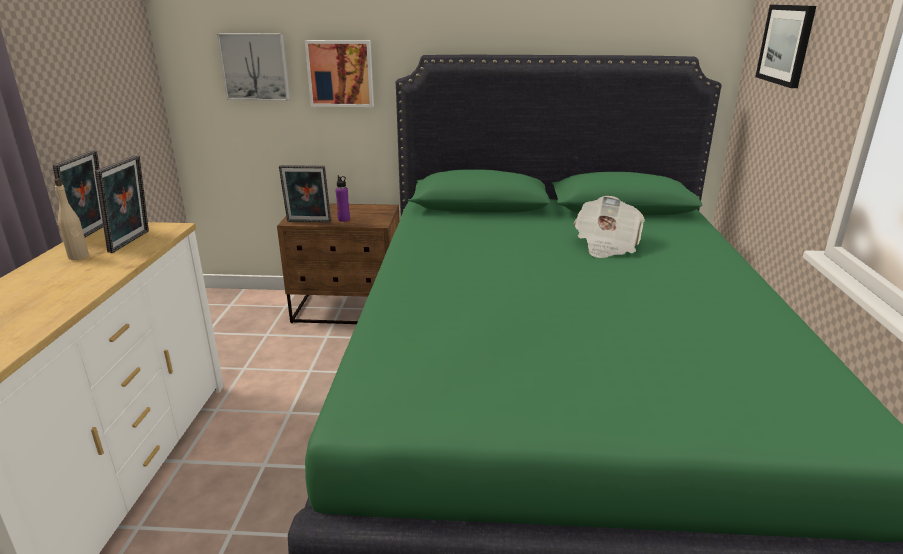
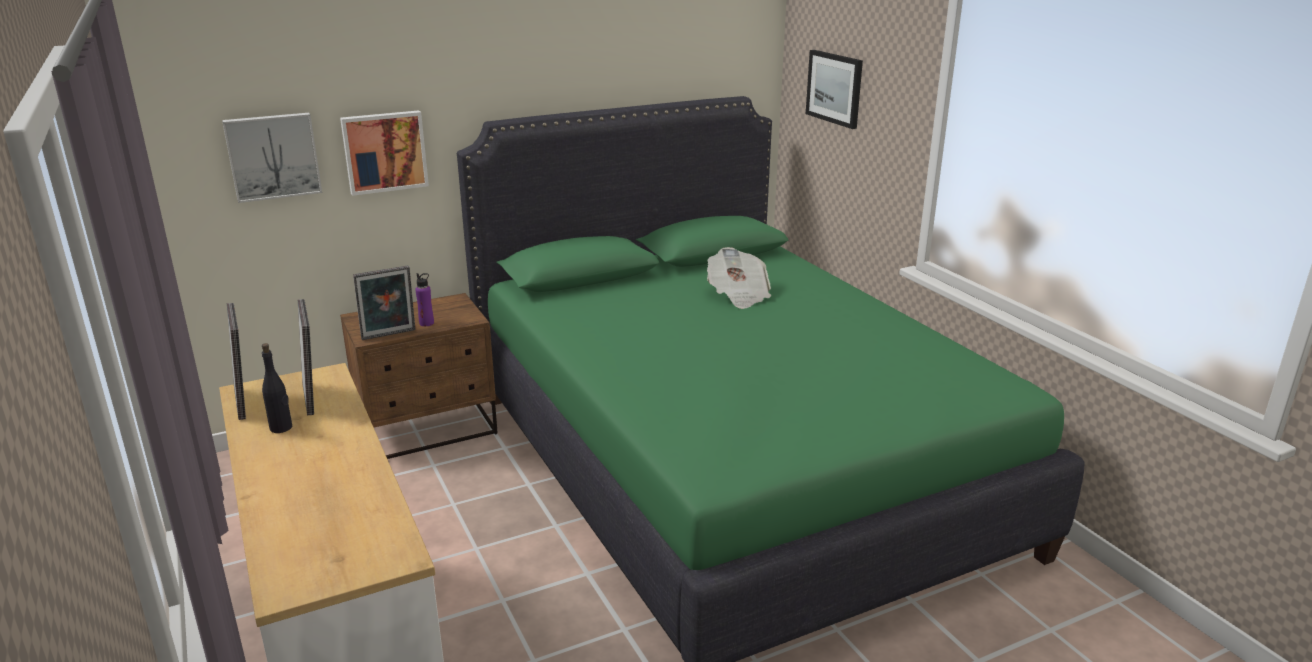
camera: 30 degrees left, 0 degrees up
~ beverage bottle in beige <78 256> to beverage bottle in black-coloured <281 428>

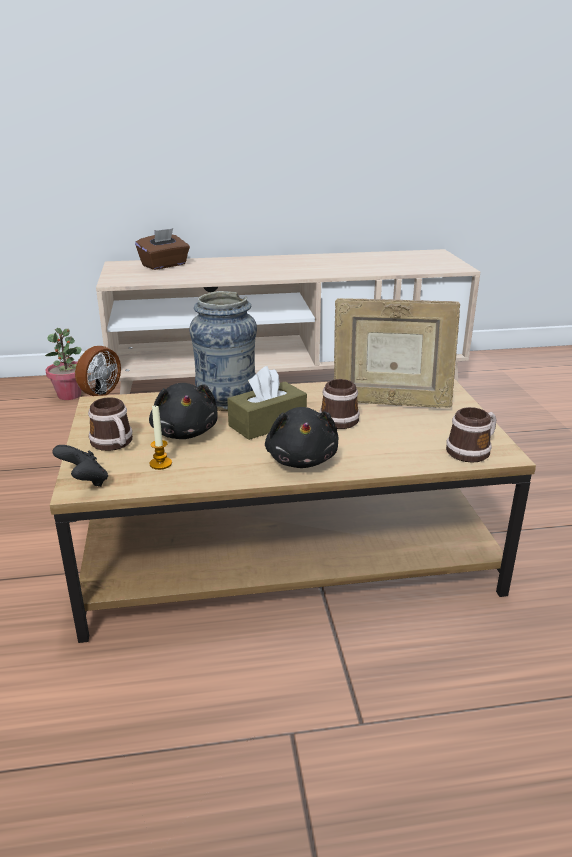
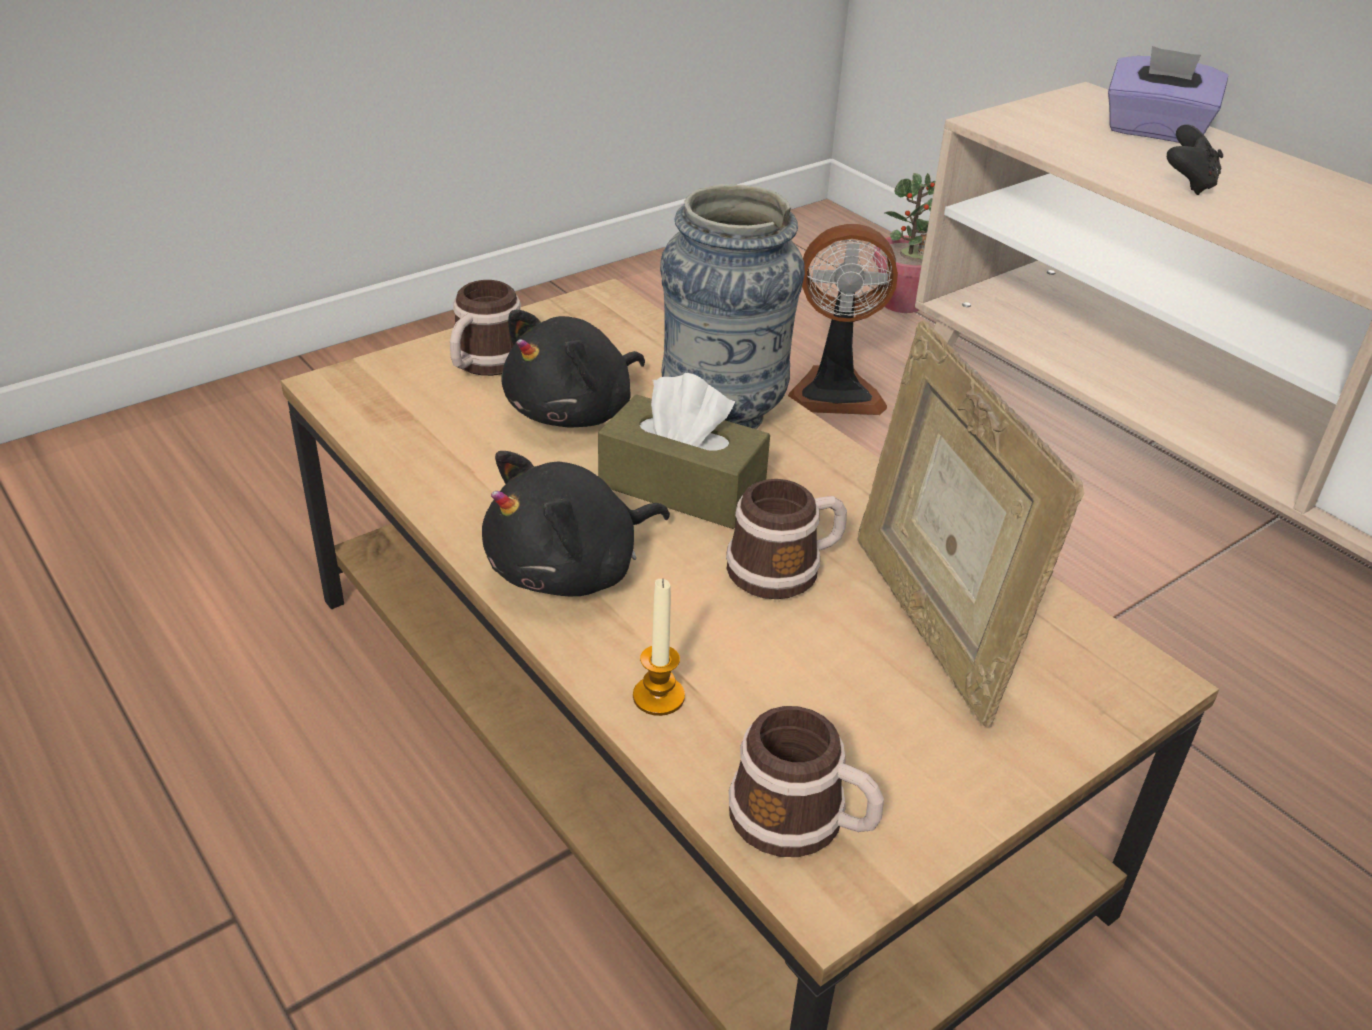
camera: 60 degrees right, 10 degrees up
~ game controller in black-coloured <85 482> to <1188 184>
~ tissue box in brownish <164 265> to tissue box in purple <1155 131>
~ wax candle <160 464> to <658 697>

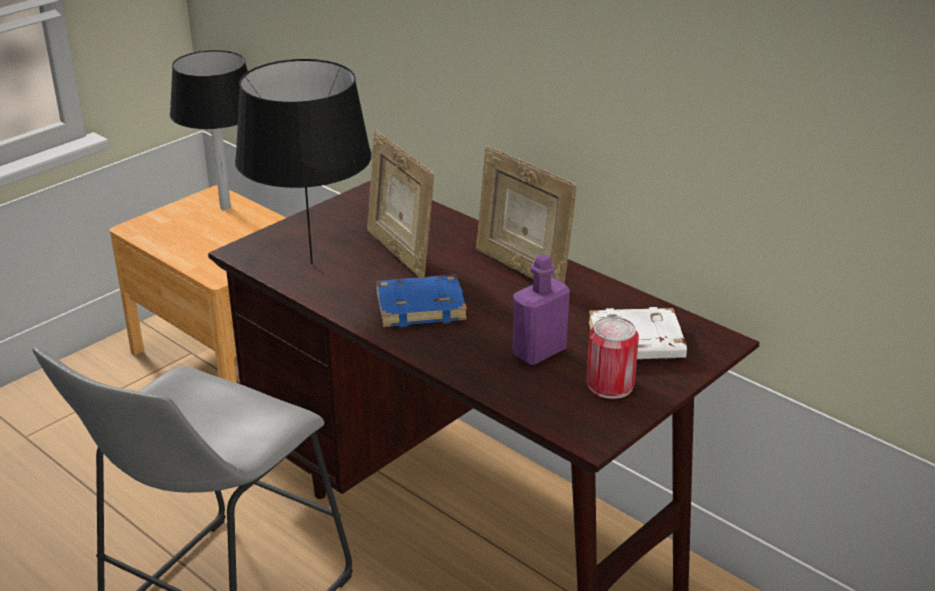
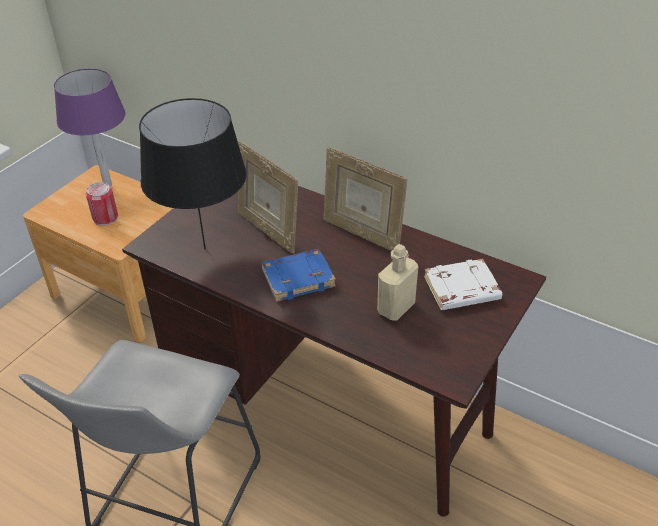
camera: 10 degrees left, 10 degrees up
~ table lamp in black-coloured <226 207> to table lamp in purple <108 184>
~ beverage bottle in purple <539 352> to beverage bottle in beige <396 308>
~ metal can <610 385> to <105 218>

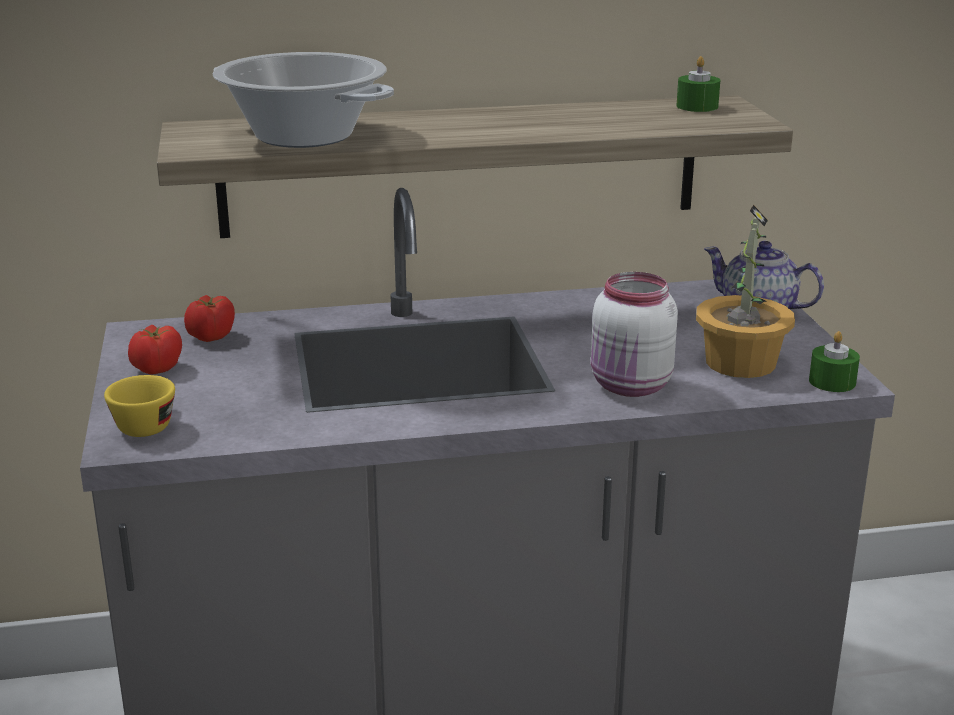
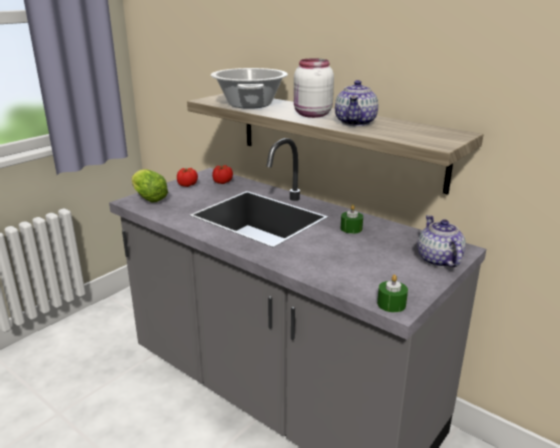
camera: 50 degrees right, 0 degrees up
~ cup in yellow-coloured <146 423> to head of lettuce <148 198>
~ storage jar in whitish <631 386> to <311 115>
~ wax candle in greenish <697 106> to <351 228>
- potted plant <739 362>
+ teapot <356 122>

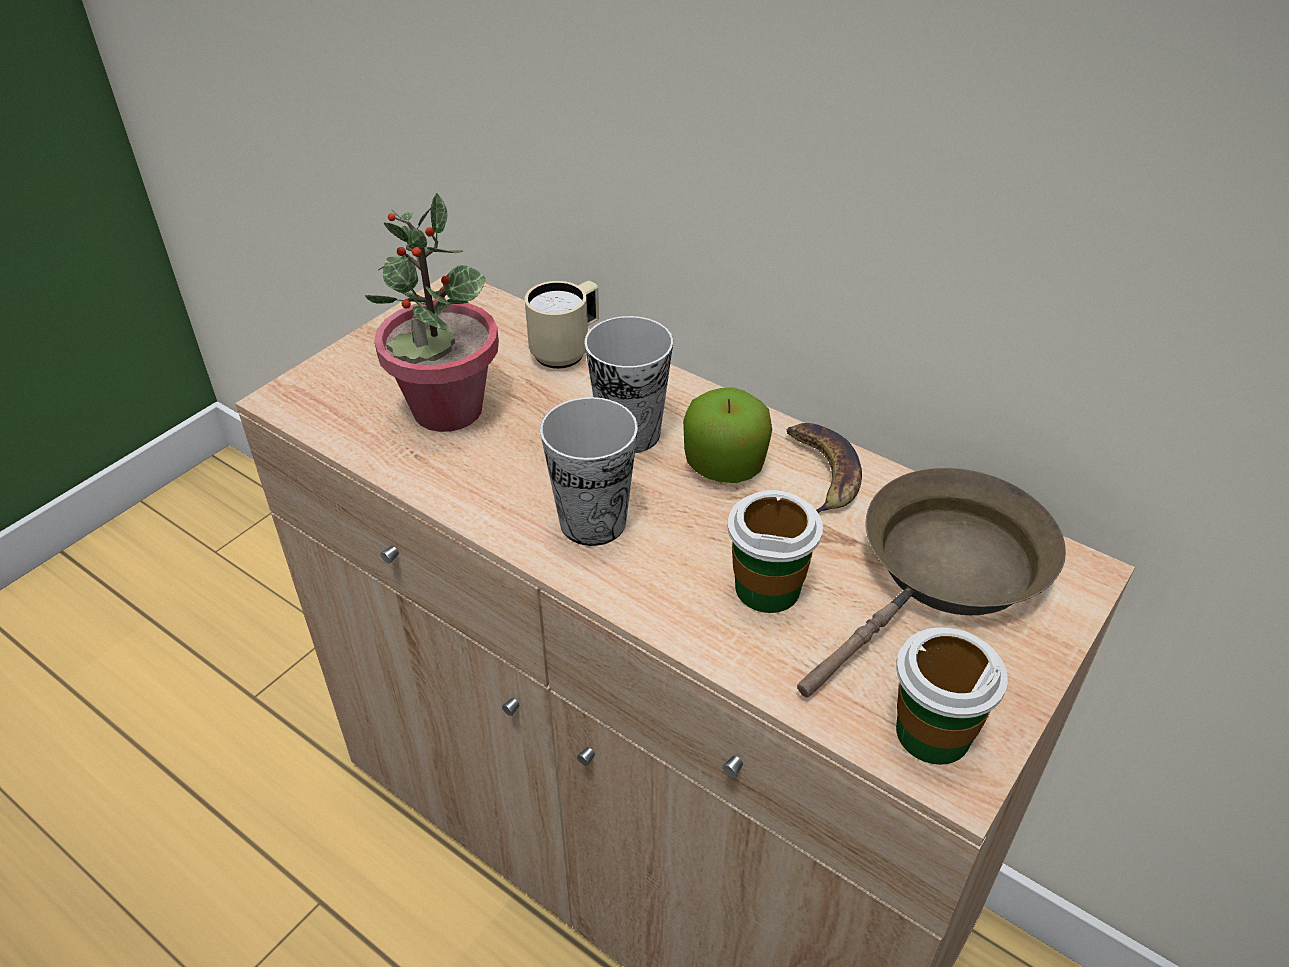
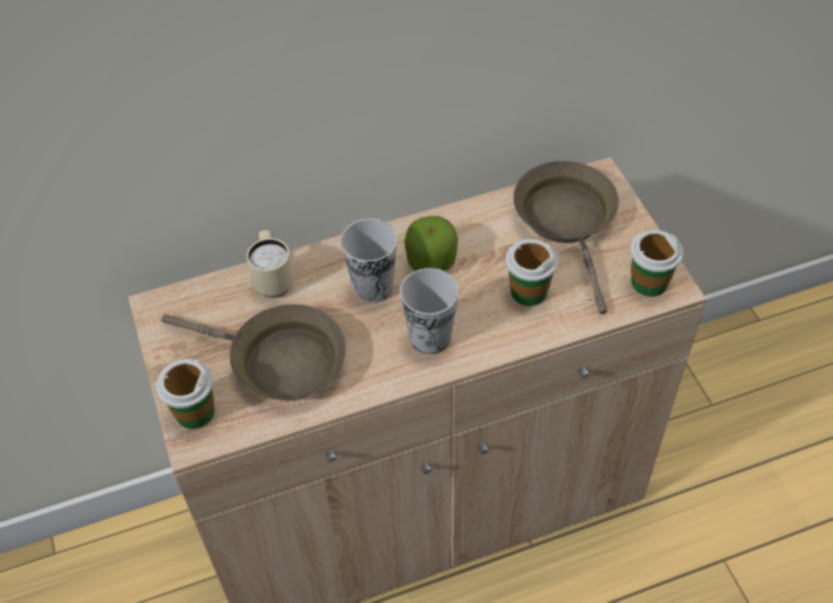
camera: 55 degrees left, 10 degrees up
~ potted plant <447 410> to frying pan in brownish <279 361>
- whole banana <820 473>
+ cup <194 412>

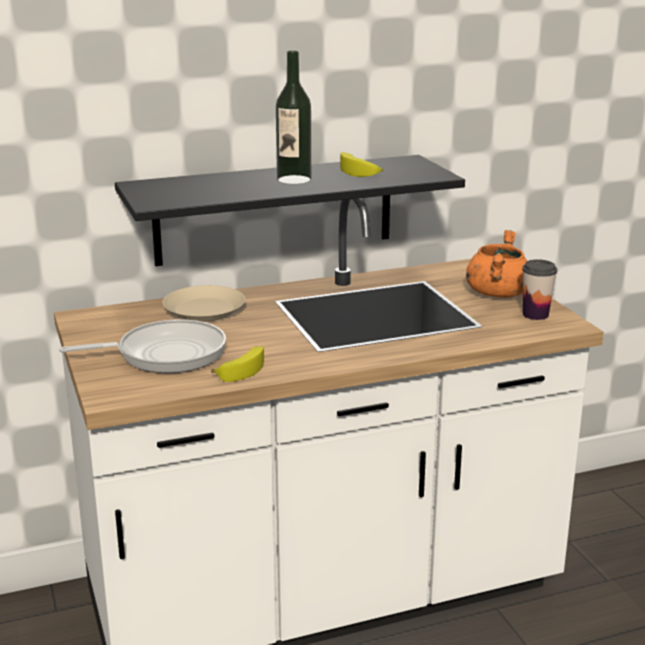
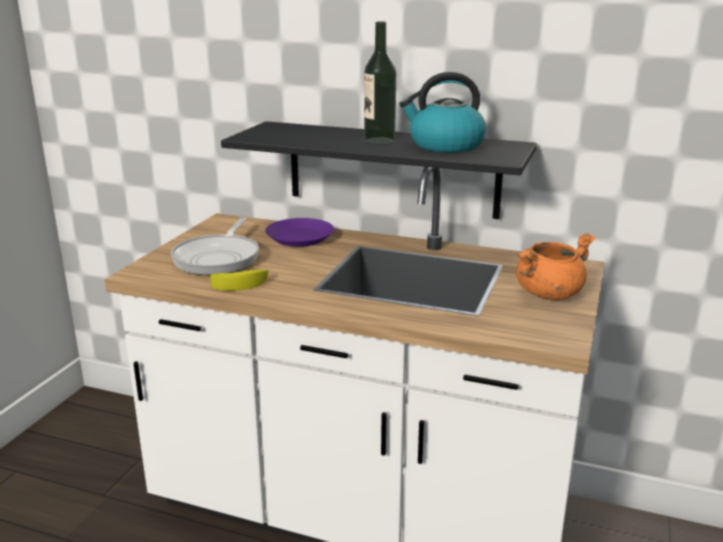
camera: 40 degrees right, 0 degrees up
~ frying pan <165 354> = <219 258> 75 degrees clockwise
~ flat dish in beige <204 310> to flat dish in purple <299 238>
~ whole banana <360 172> to kettle <445 145>
- cup <535 314>

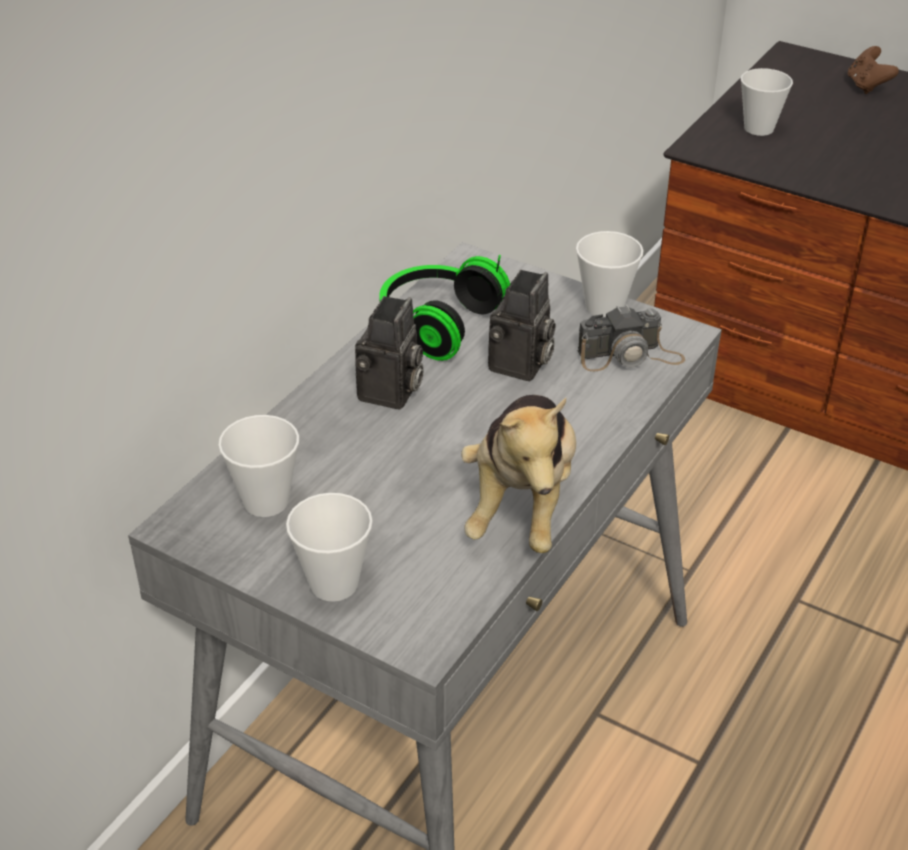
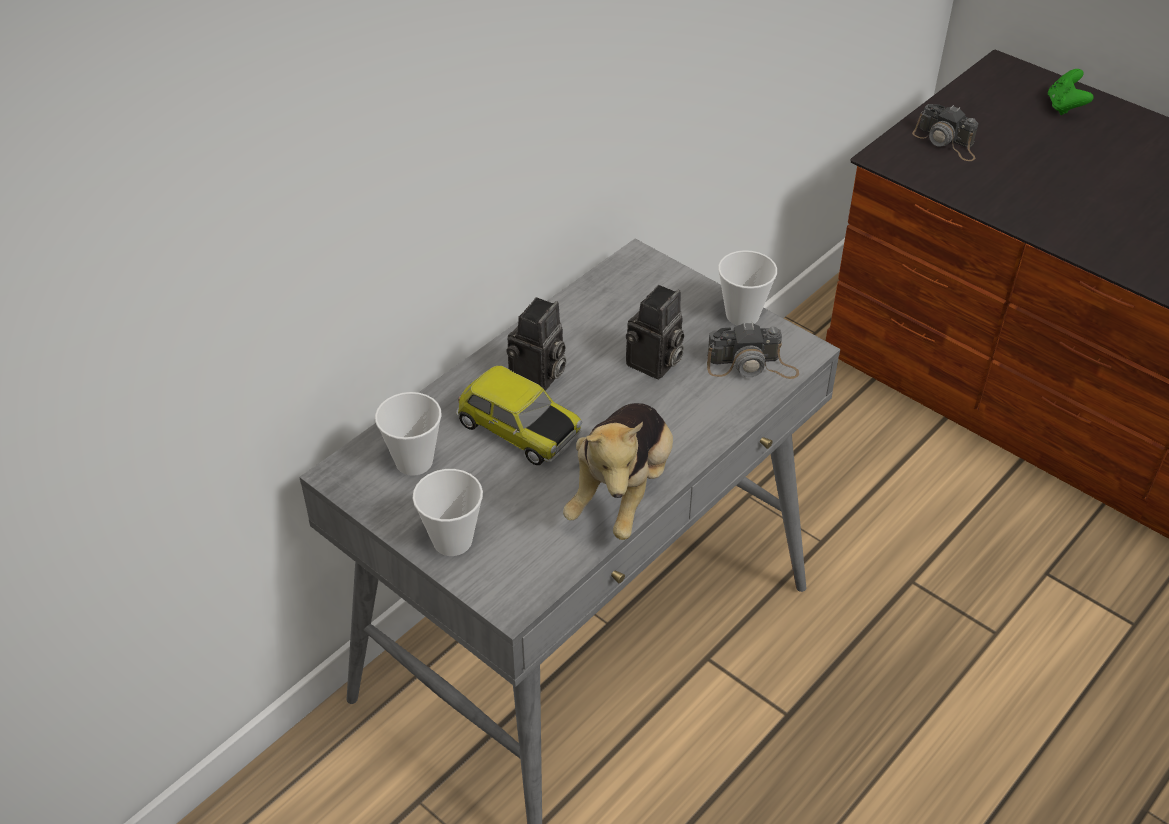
camera: 10 degrees right, 5 degrees up
- pair of headphones <436 323>
~ cup <759 128> to photo camera <946 142>
~ game controller in brownish <867 86> to game controller in greenish <1065 106>
+ miniature car <517 430>

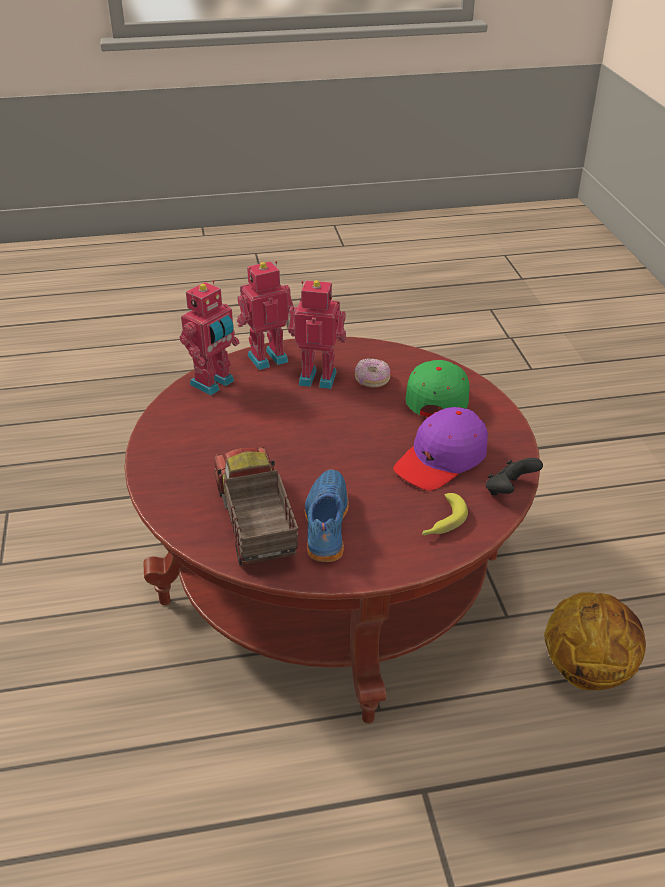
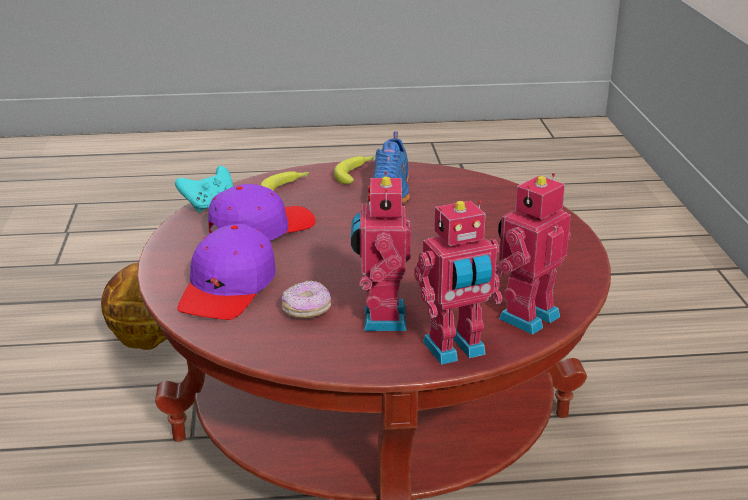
camera: 175 degrees left, 10 degrees down
- model truck <254 524>
~ robot figure <318 377> = <380 318> 75 degrees clockwise
~ cap in greenish <437 395> to cap in purple <228 288>
~ game controller in black-coloured <509 491> to game controller in turquoise-coloured <209 205>
+ whole banana <356 173>

